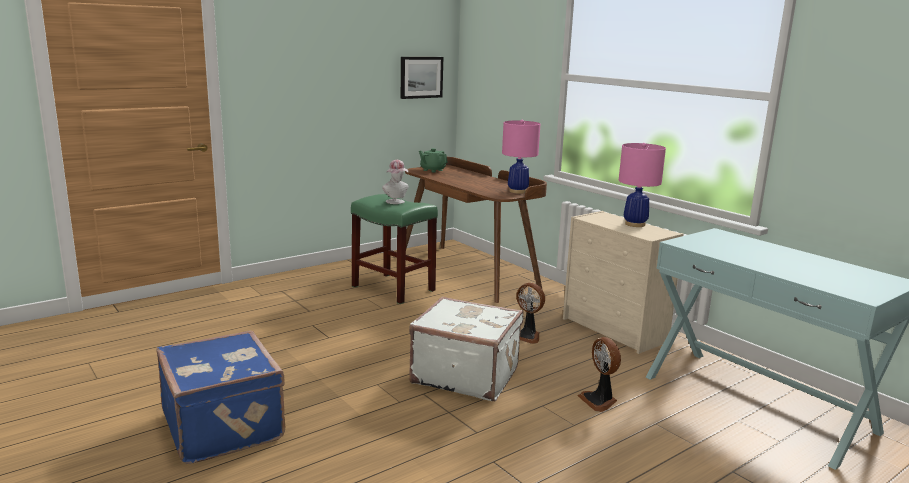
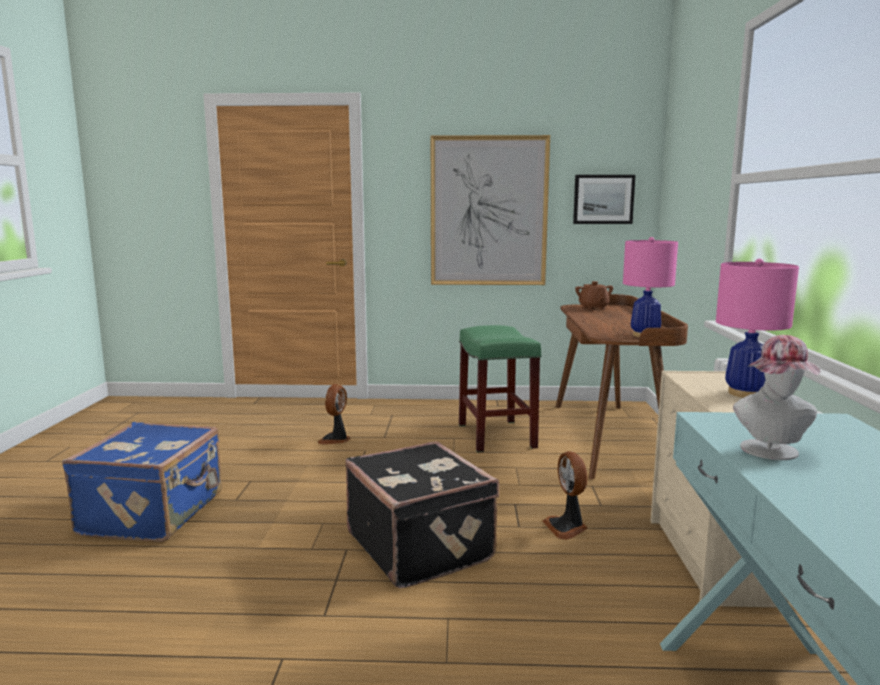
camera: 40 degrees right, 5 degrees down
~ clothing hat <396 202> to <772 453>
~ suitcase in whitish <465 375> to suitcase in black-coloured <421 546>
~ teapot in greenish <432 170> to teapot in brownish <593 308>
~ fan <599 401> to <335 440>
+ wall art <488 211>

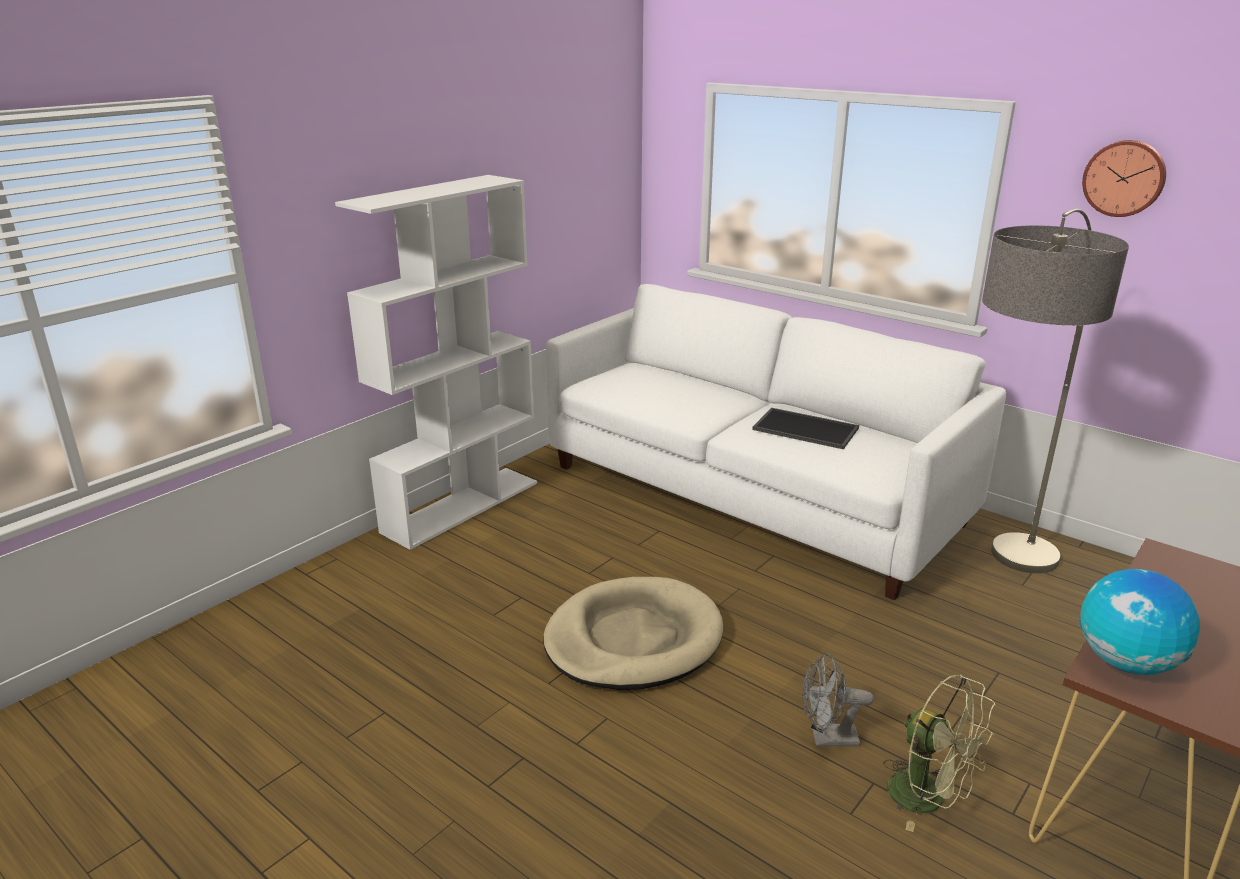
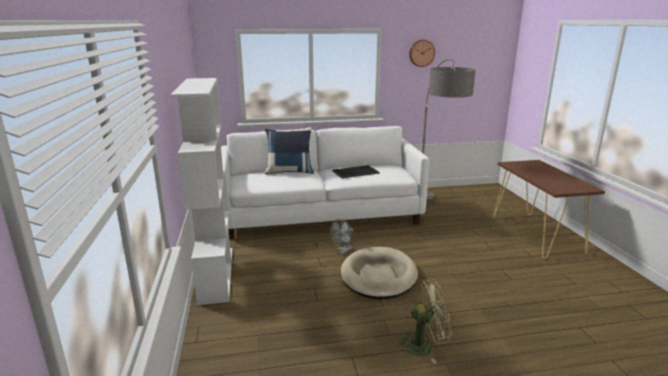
camera: 50 degrees left, 5 degrees down
~ fan in grey <827 738> to <343 251>
~ fan in greenish <928 799> to <425 346>
- world globe <1126 662>
+ throw pillow in blue-coloured <289 171>

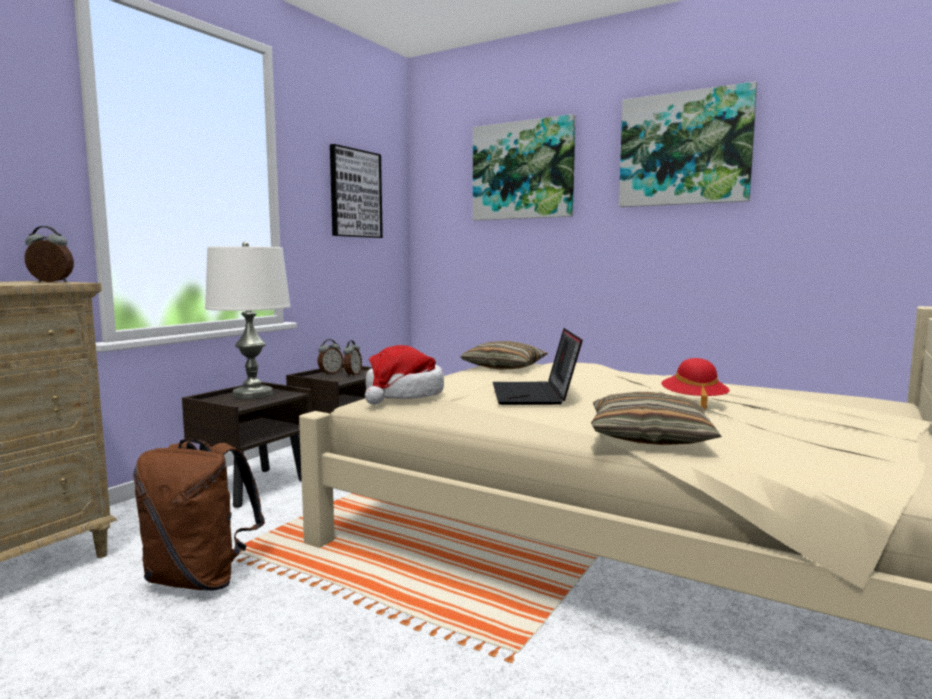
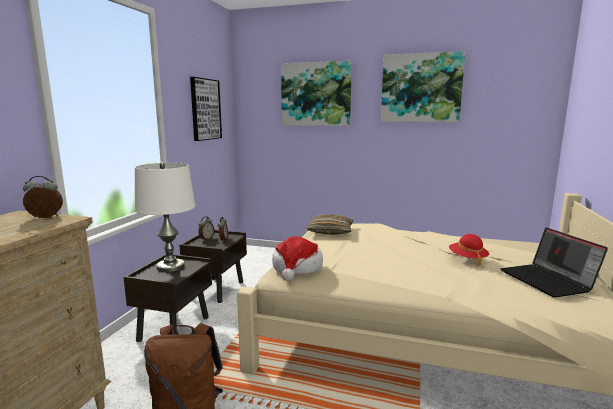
camera: 15 degrees left, 5 degrees up
~ portable computer <535 395> to <548 281>
- throw pillow <649 437>

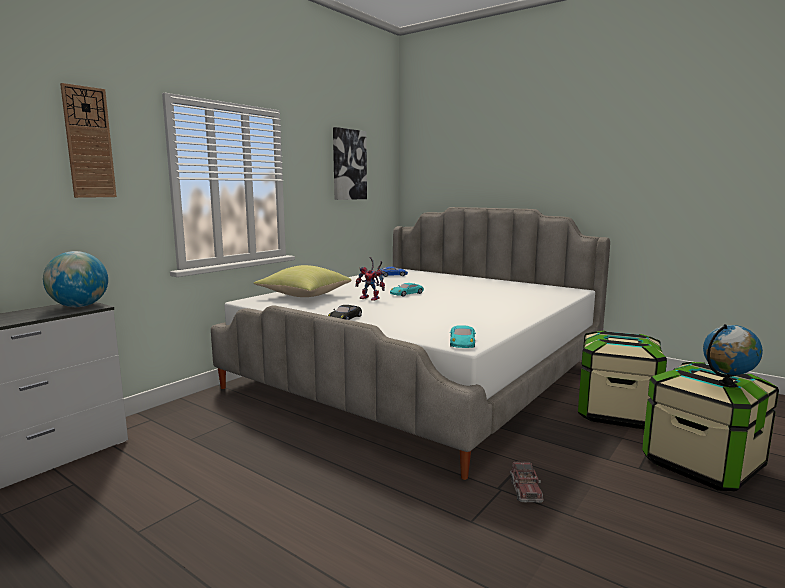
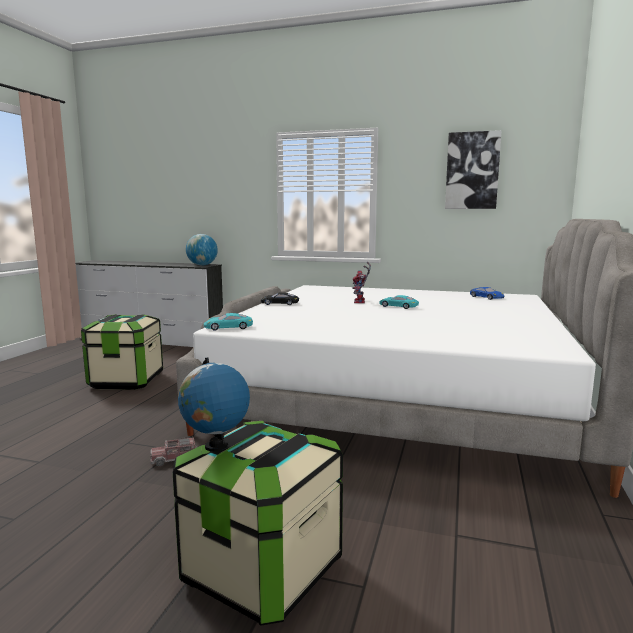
camera: 70 degrees right, 0 degrees up
- clock on the wall <89 143>
- throw pillow in yellow-coloured <303 296>
~ storage box <616 413> to <126 381>

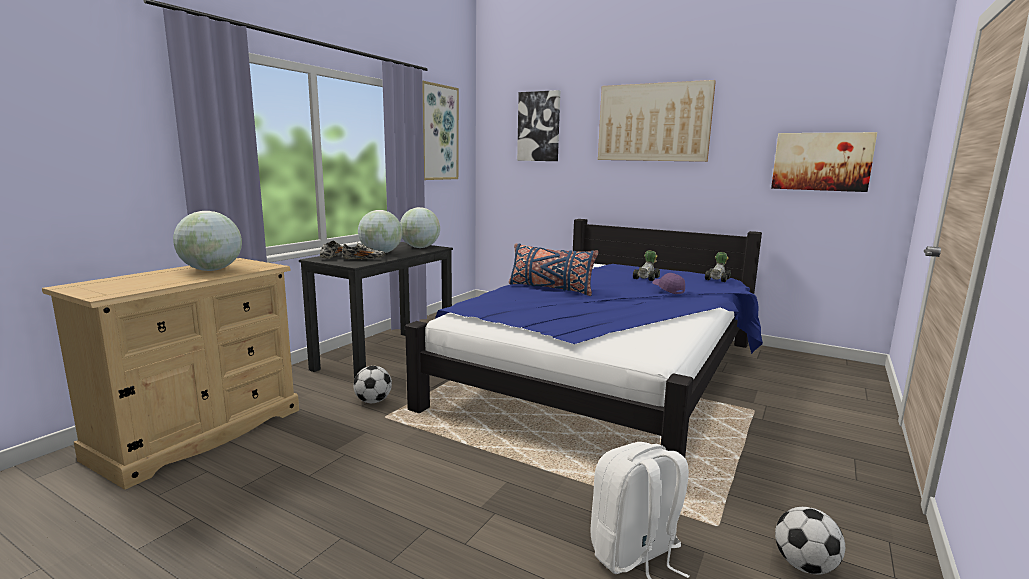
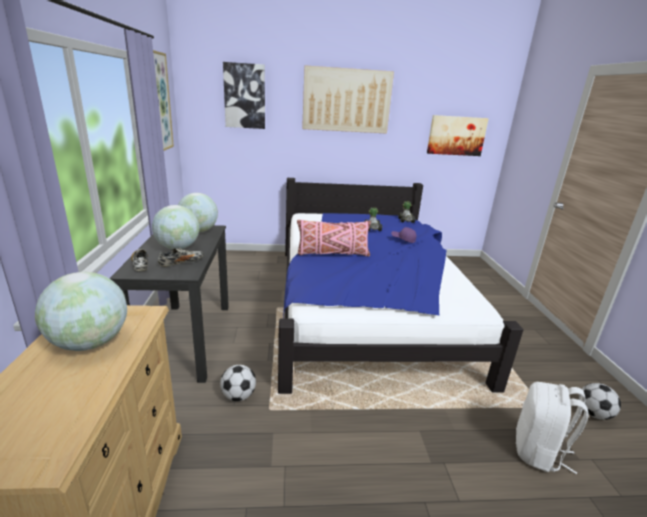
camera: 35 degrees left, 10 degrees up
~ throw pillow in blue-coloured <550 288> to throw pillow in pinkish <332 253>

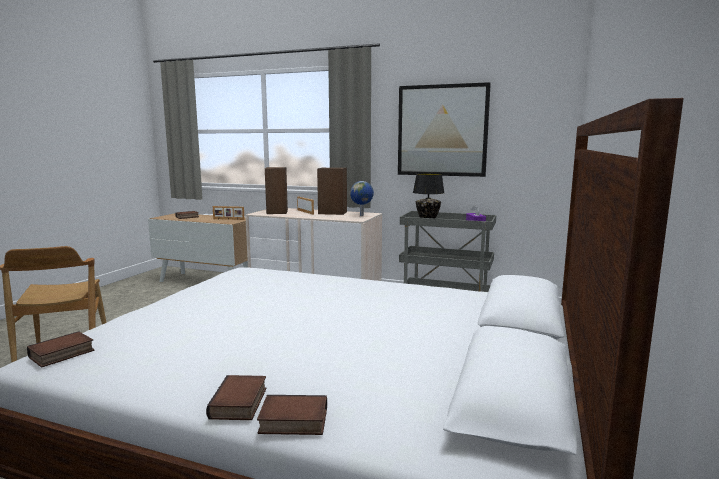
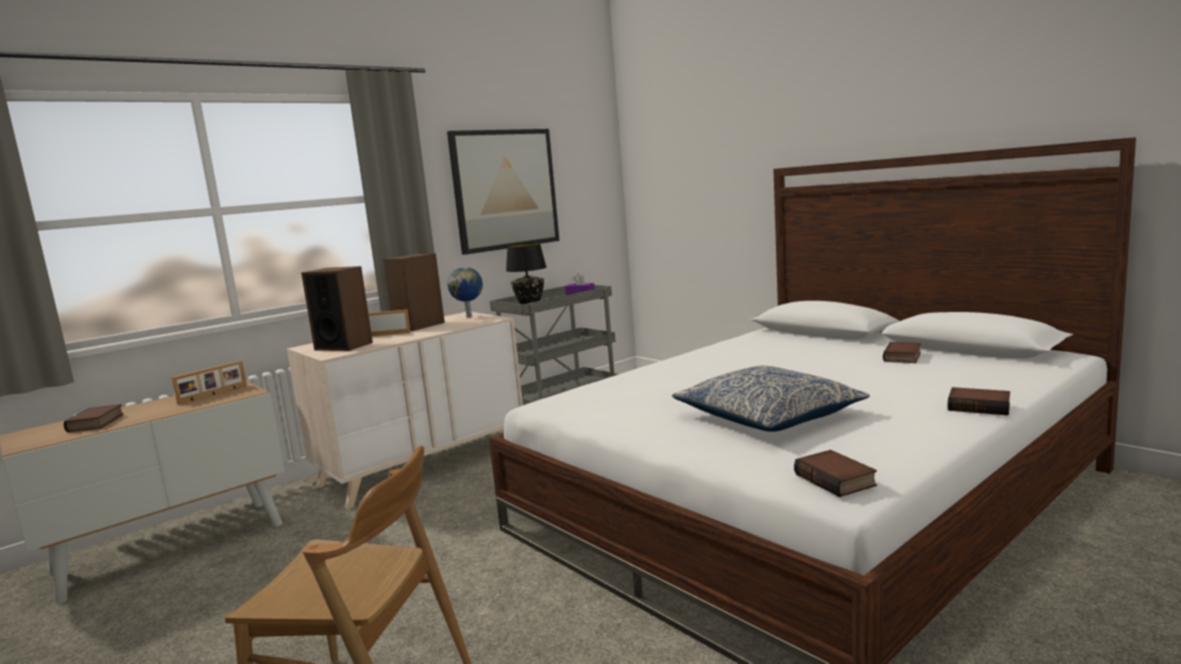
camera: 60 degrees left, 0 degrees up
~ book <292 422> to <903 357>
+ throw pillow <767 416>

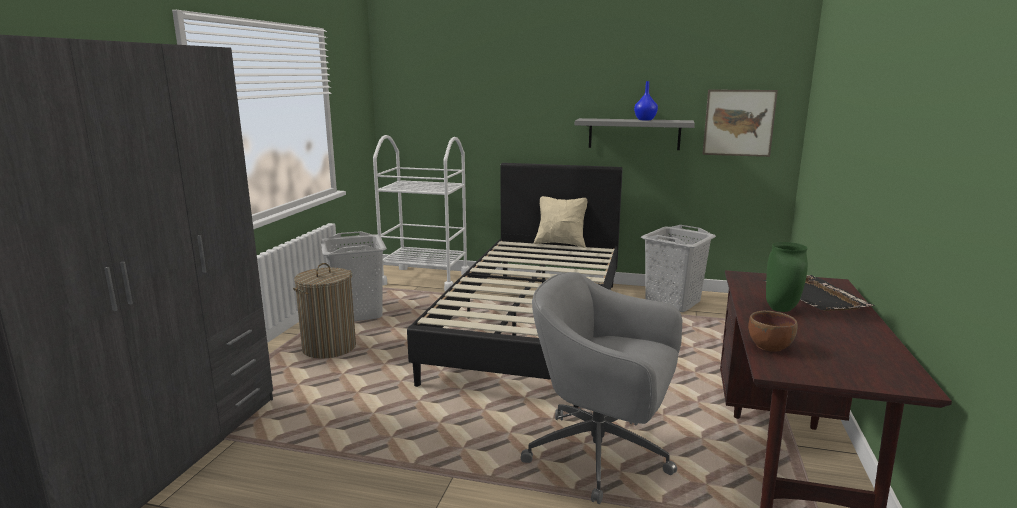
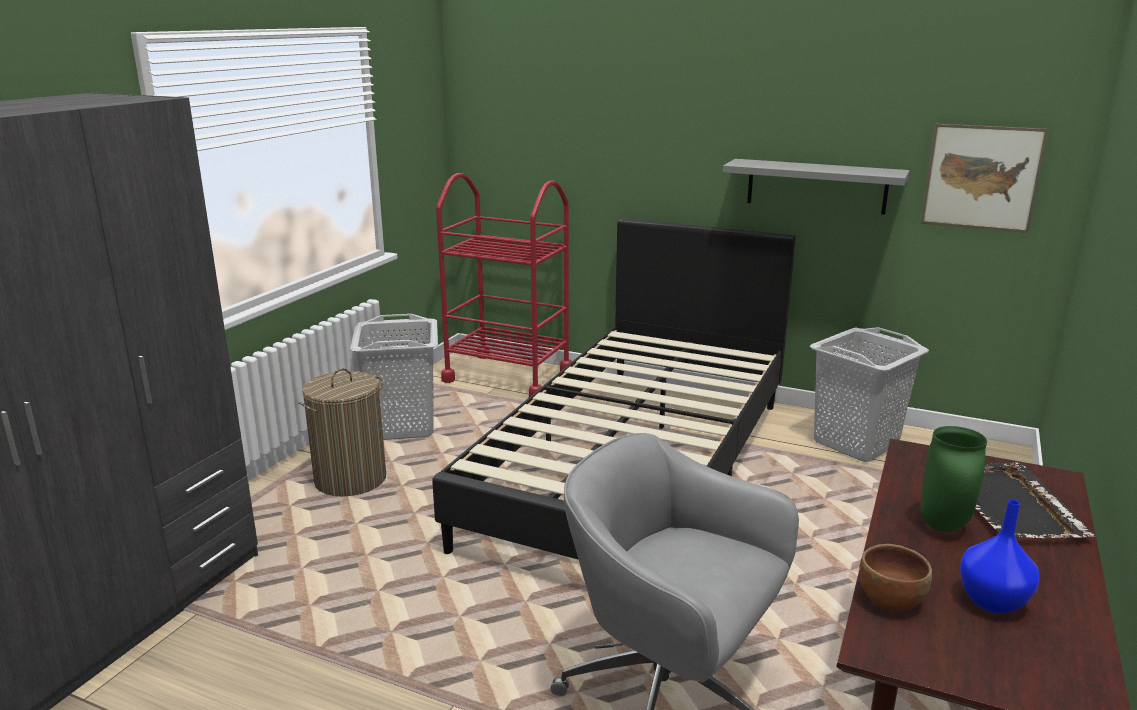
camera: 10 degrees right, 5 degrees up
~ cart in whitish <425 279> to cart in reddish <508 376>
- throw pillow in beige <561 244>
~ decorative vase in blue-coloured <645 120> to <993 601>

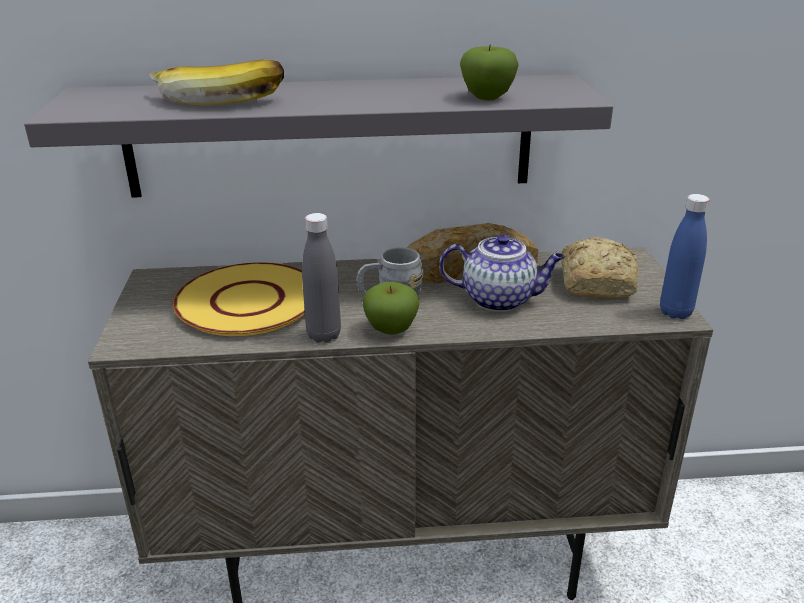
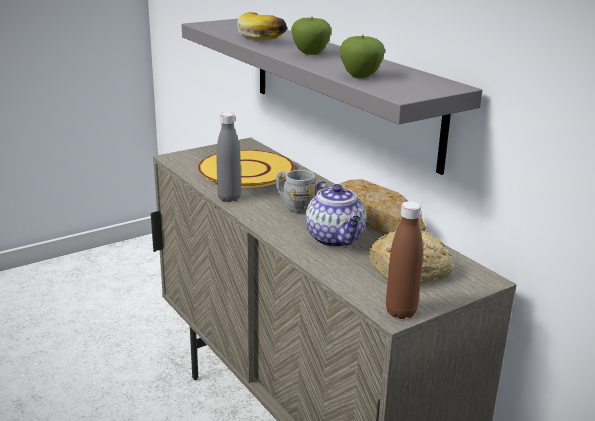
camera: 60 degrees right, 5 degrees down
~ whole apple <391 330> to <310 54>
~ beverage bottle in blue-coloured <675 312> to beverage bottle in brownish <401 312>

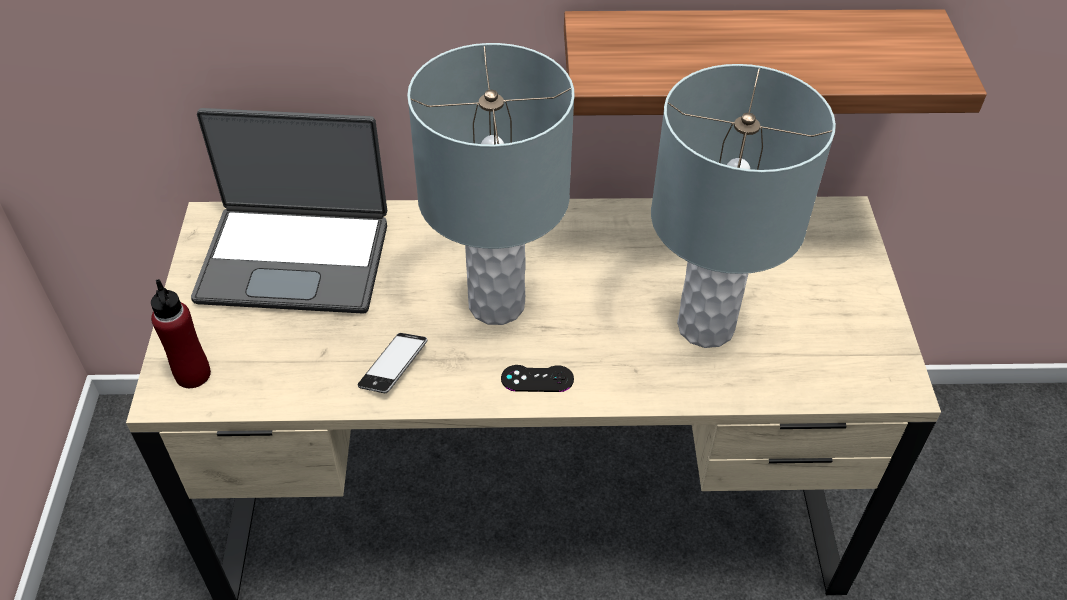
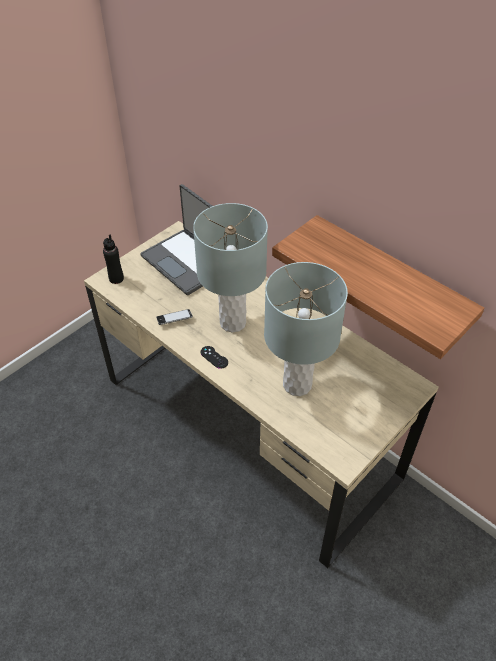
camera: 45 degrees right, 0 degrees up
~ beverage bottle in reddish <193 374> to beverage bottle in black-coloured <116 278>

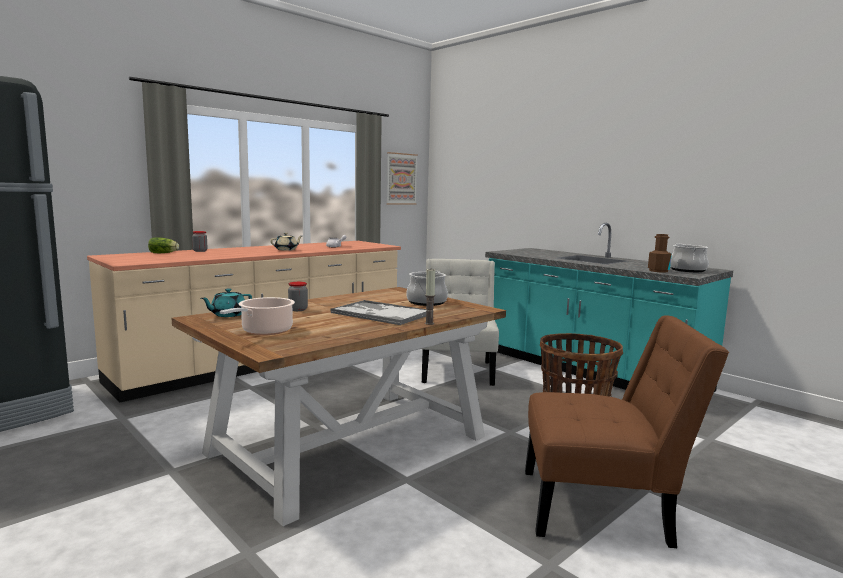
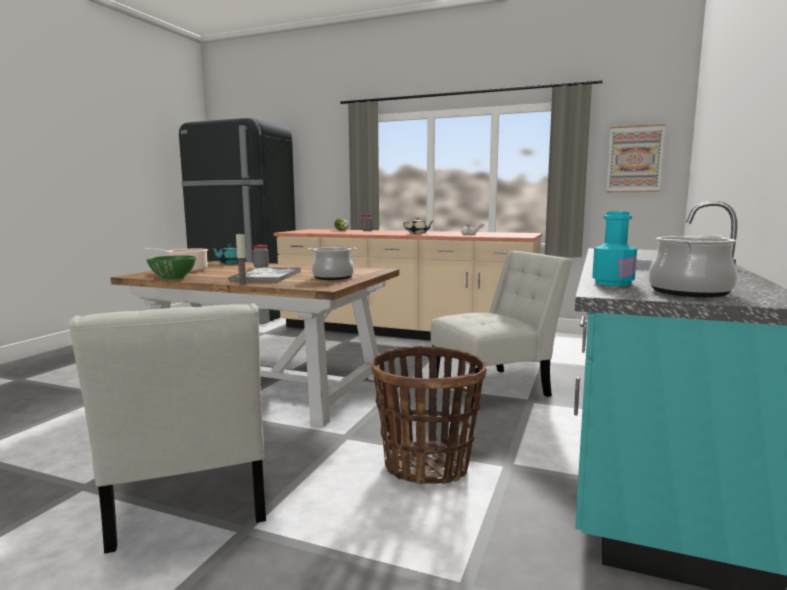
camera: 65 degrees right, 0 degrees up
~ chair in brownish <603 507> to chair in whitish <189 503>
~ beverage bottle in brownish <658 271> to beverage bottle in turquoise-coloured <612 283>
+ serving bowl in greenish <173 278>

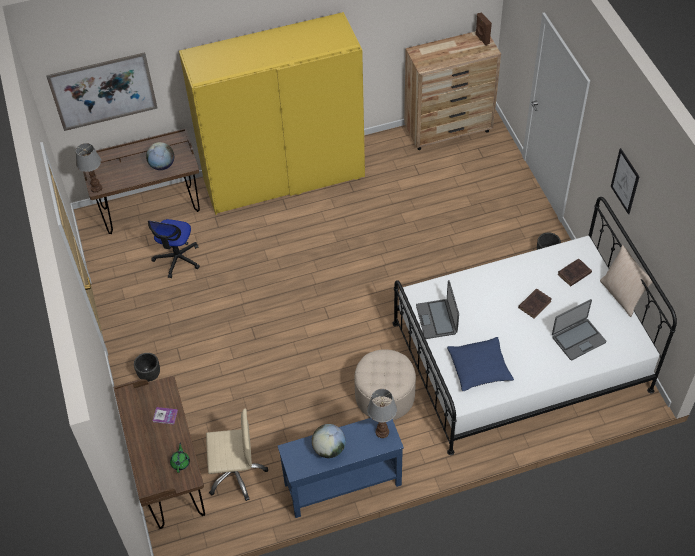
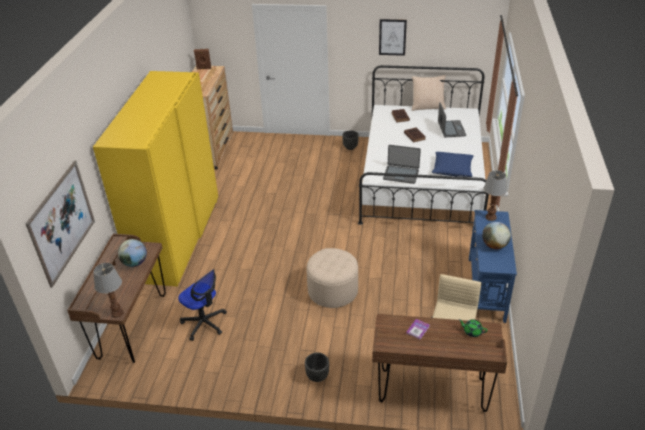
camera: 65 degrees left, 15 degrees down
~ ottoman in beige <385 396> to <333 290>

